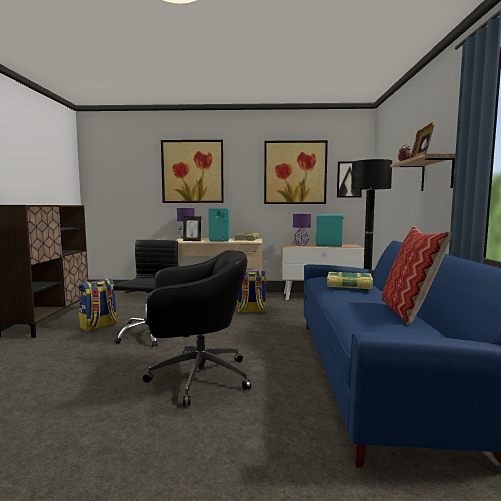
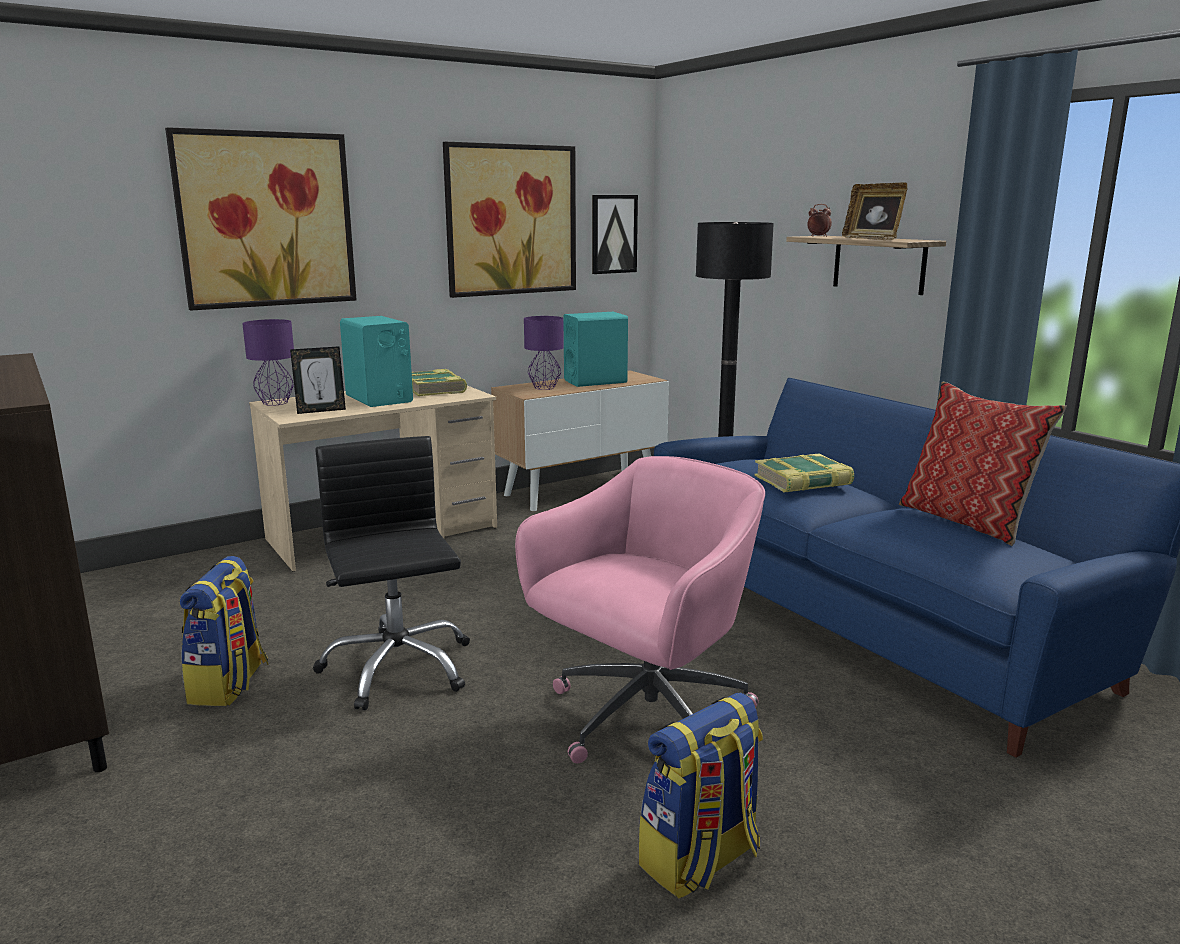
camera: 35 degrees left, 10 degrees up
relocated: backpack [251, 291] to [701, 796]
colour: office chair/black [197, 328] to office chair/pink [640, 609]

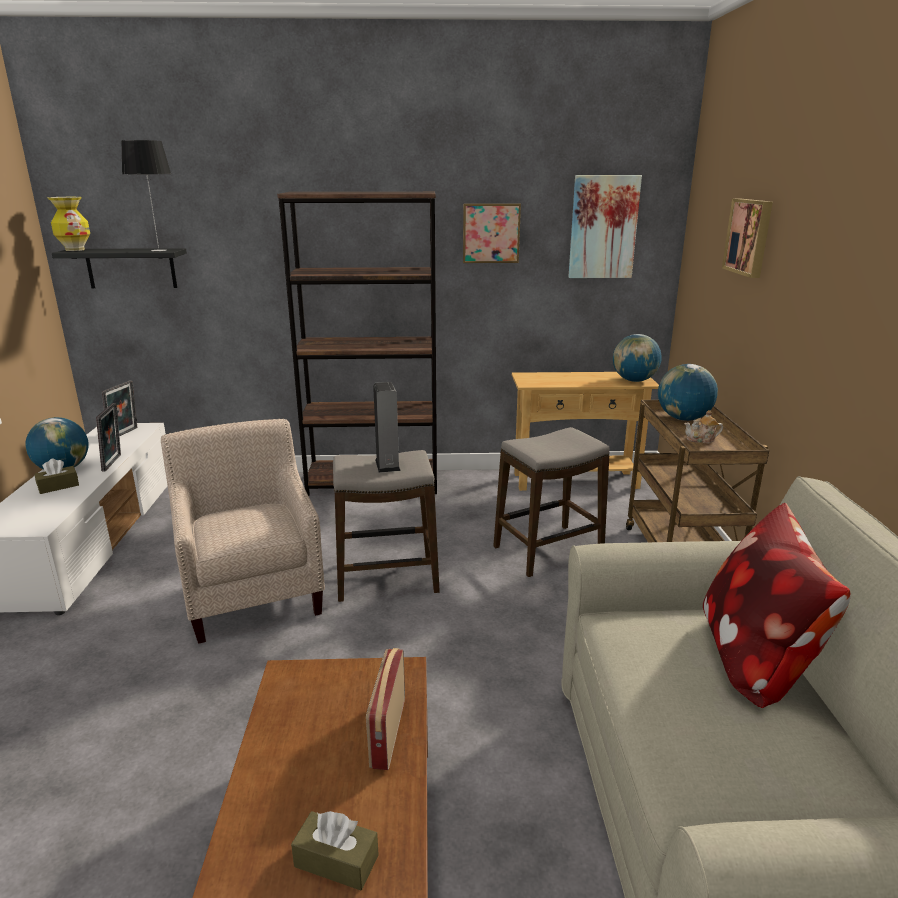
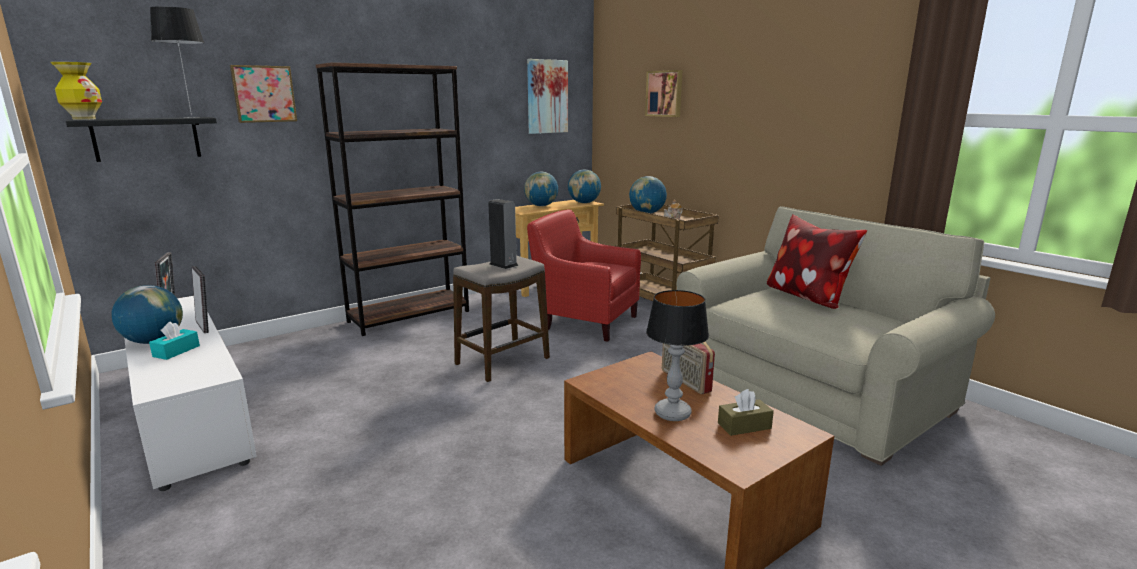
camera: 35 degrees left, 5 degrees down
missing: armchair/beige [243, 531]
appeared: globe [541, 189]; table lamp [677, 355]
relocated: picture [492, 233] to [263, 94]
exchanged: stool [551, 502] to armchair/red [584, 275]
colour: tissue box/brown [56, 476] to tissue box/turquoise [174, 340]

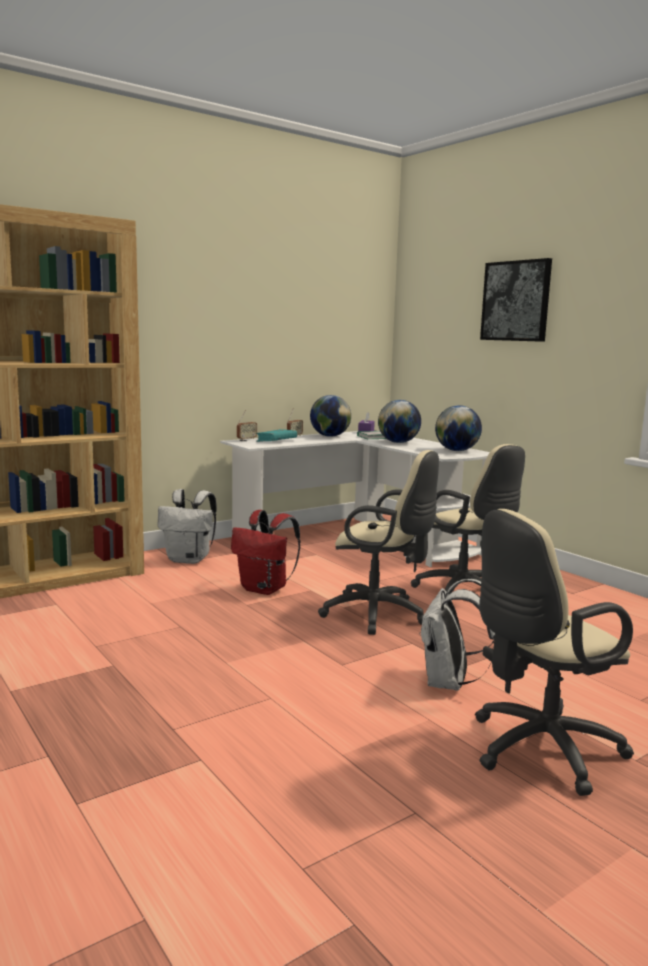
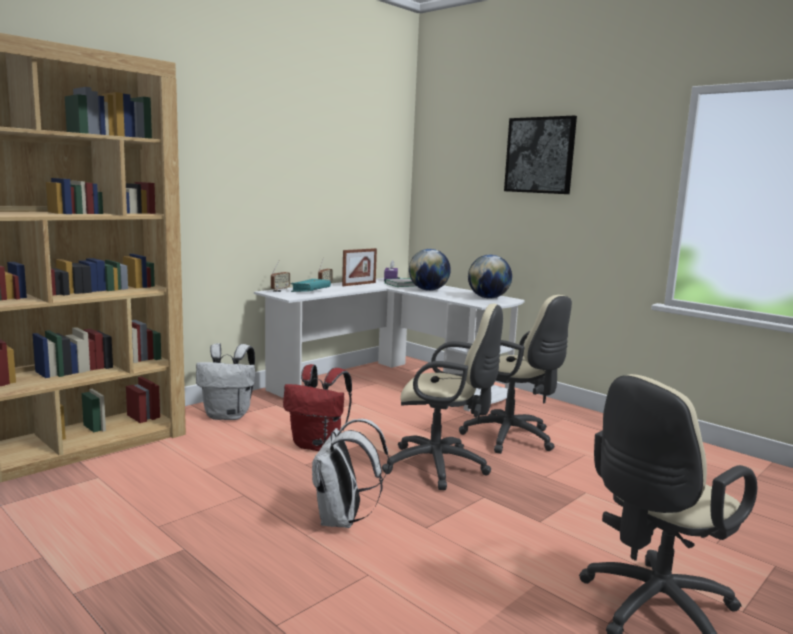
camera: 10 degrees left, 0 degrees up
relocated: backpack/white [457, 635] to [351, 473]
exchanged: globe [330, 416] to picture frame [359, 267]

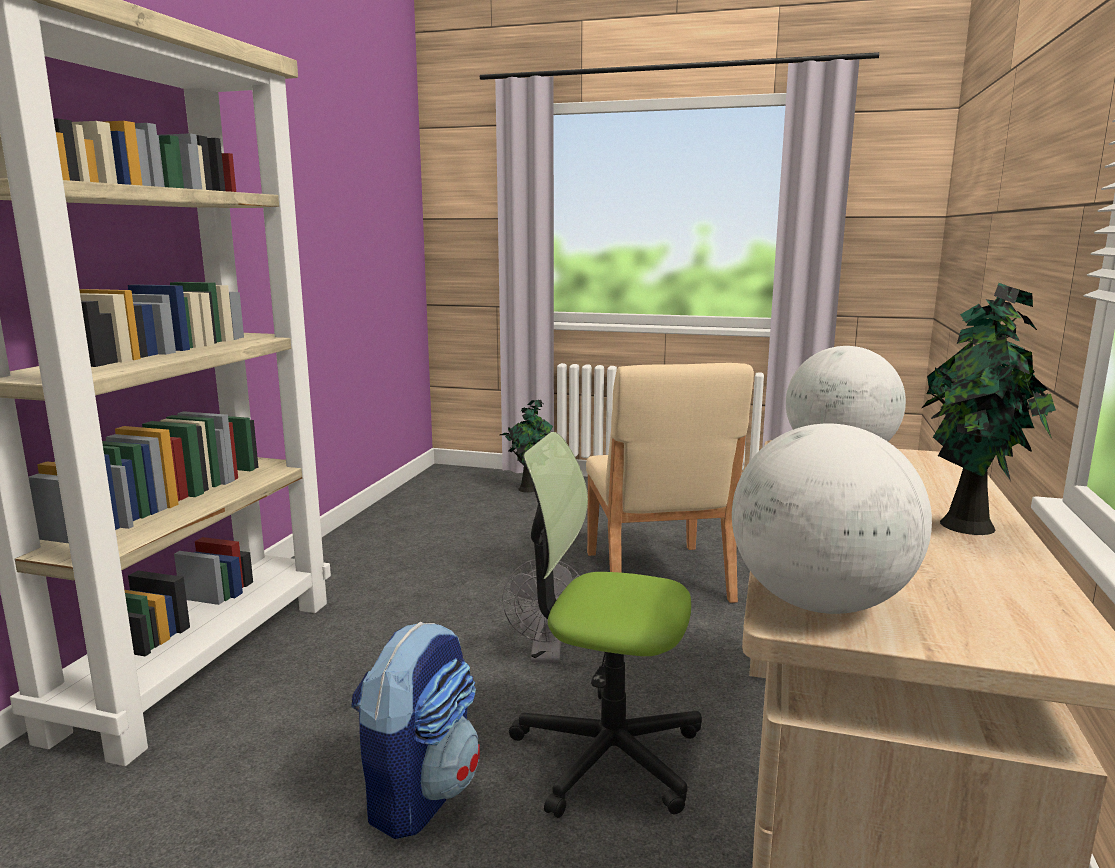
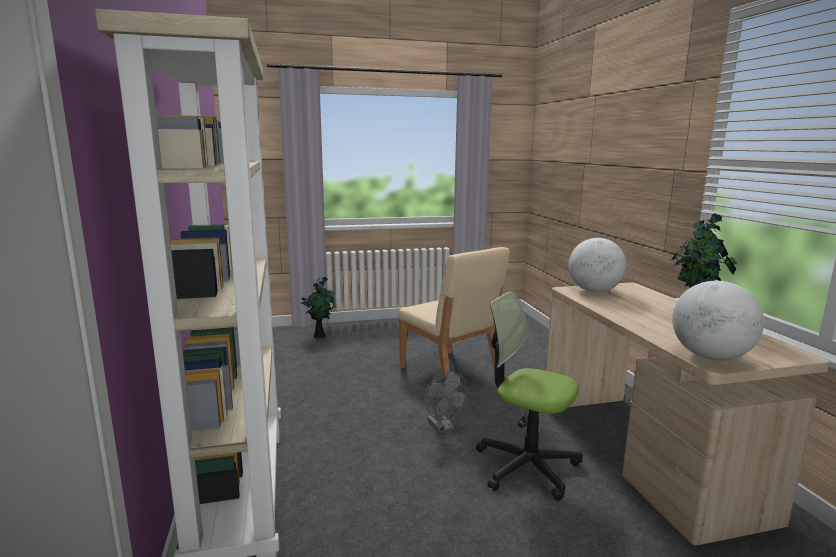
camera: 30 degrees left, 0 degrees up
missing: backpack [415, 730]
spun: office chair [605, 625] = [529, 396] 45 degrees clockwise

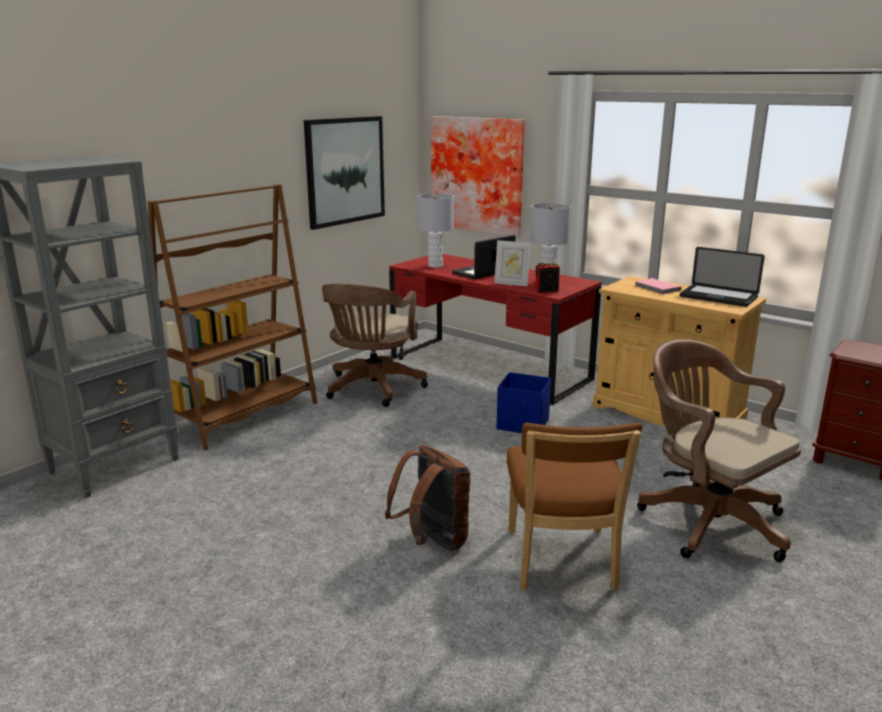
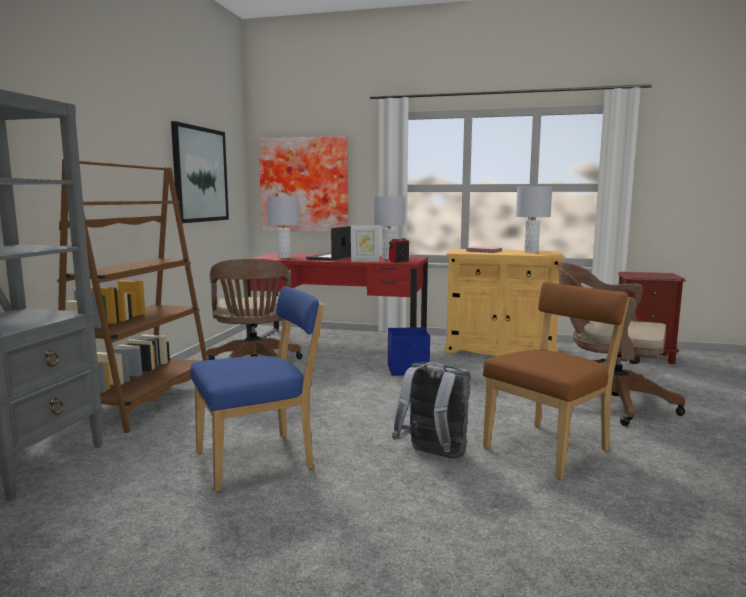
camera: 25 degrees left, 10 degrees down
appeared: chair/blue [257, 389]
exchanged: laptop [722, 277] to table lamp/grey [534, 219]
colour: backpack/brown [428, 498] to backpack/grey [431, 410]
spun: chair/brown [574, 506] = [556, 381] 105 degrees counterclockwise

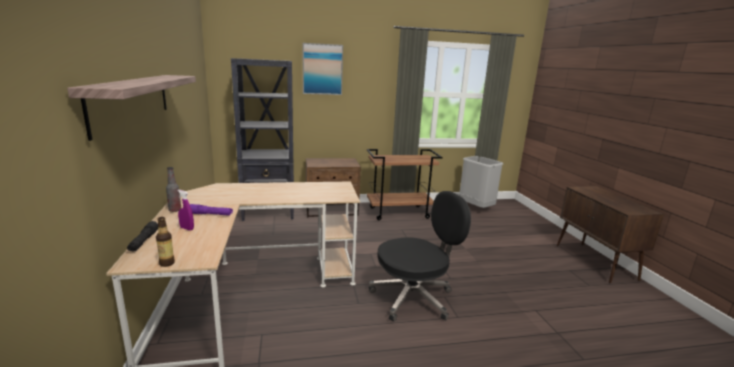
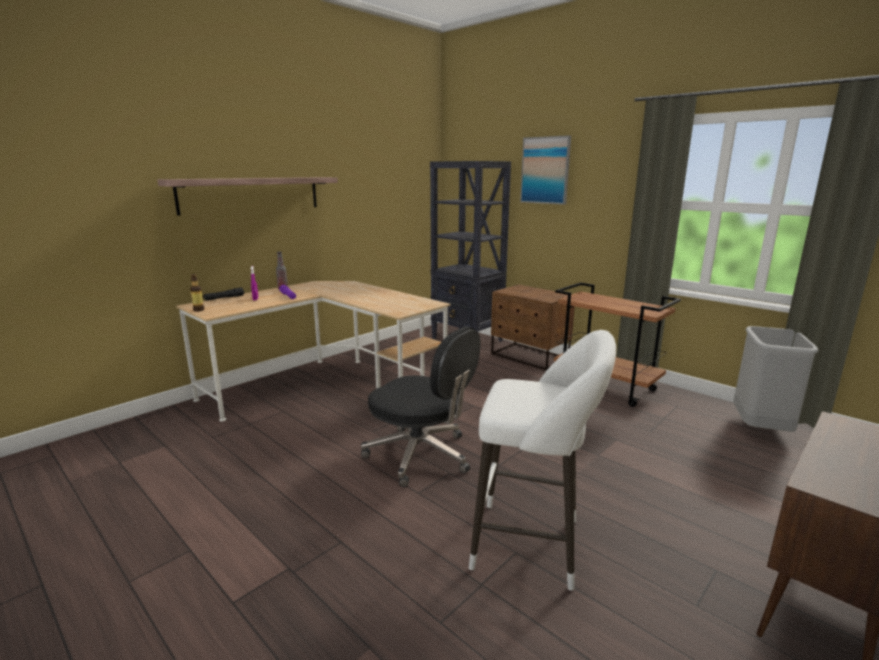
camera: 55 degrees right, 0 degrees up
appeared: stool/white [542, 460]

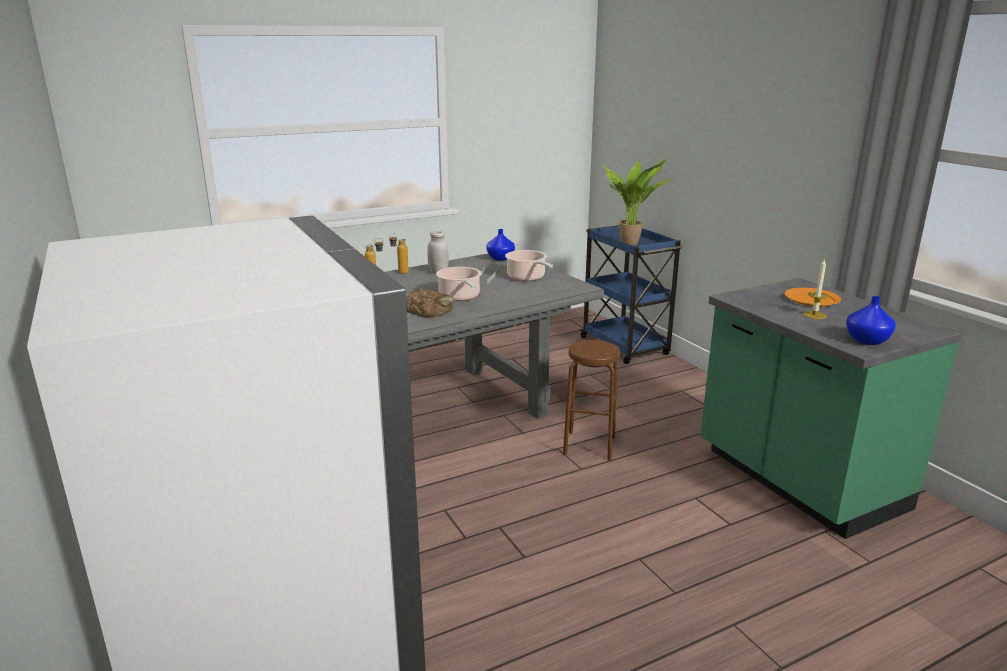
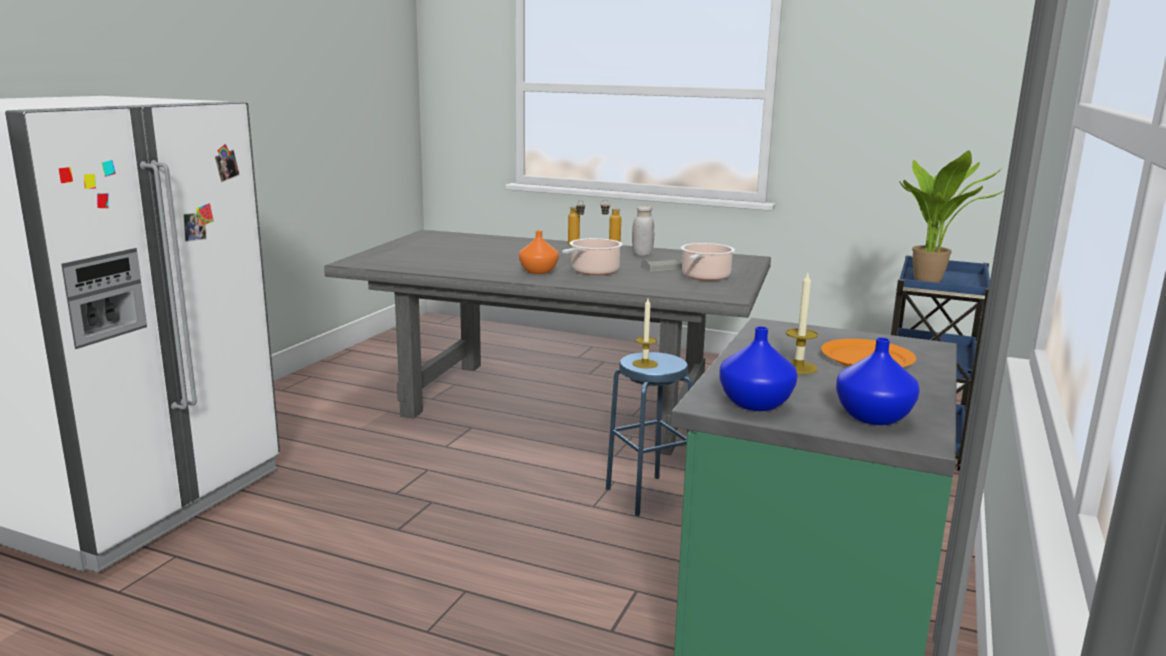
camera: 50 degrees right, 5 degrees down
appeared: candle [645, 333]
relocated: vase/blue [500, 245] to [878, 381]
exchanged: bread [430, 303] to vase/orange [539, 252]
colour: stool/brown [591, 400] to stool/blue [649, 434]

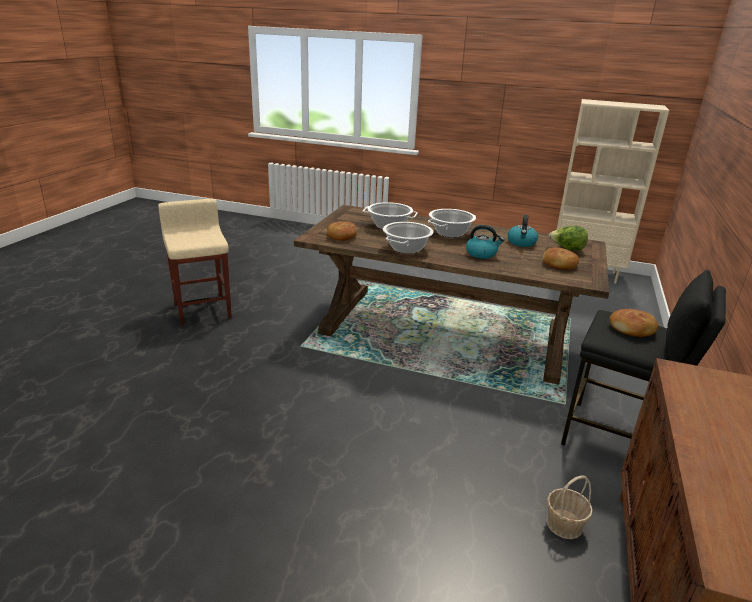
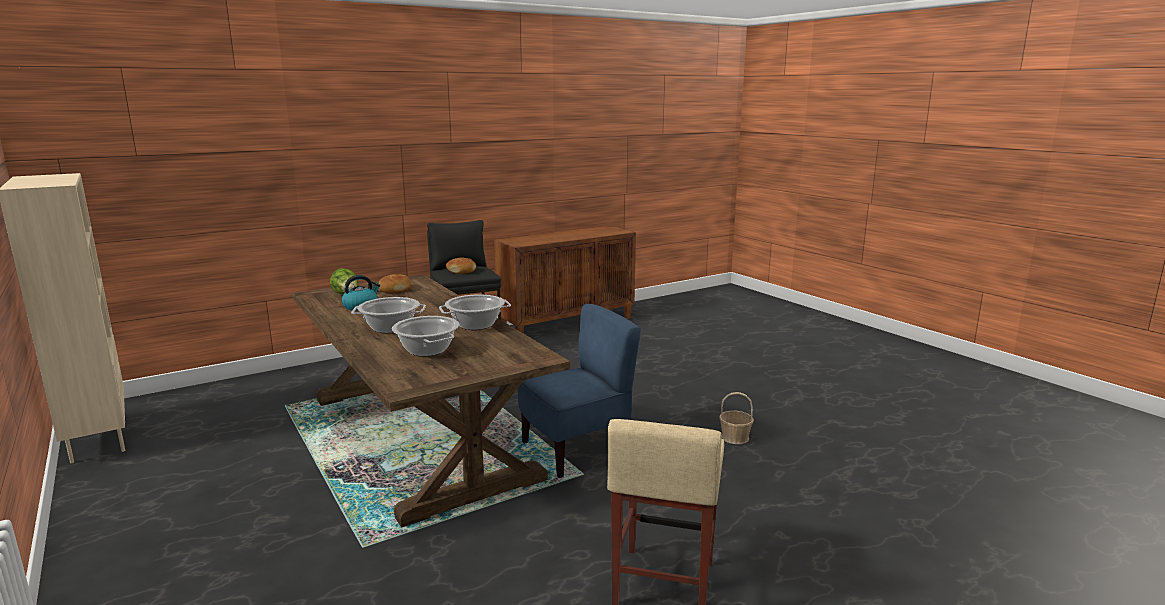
camera: 140 degrees left, 10 degrees down
missing: bread [342, 231]; kettle [485, 242]
appeared: chair/blue [579, 391]
relocated: basket [569, 507] to [736, 418]

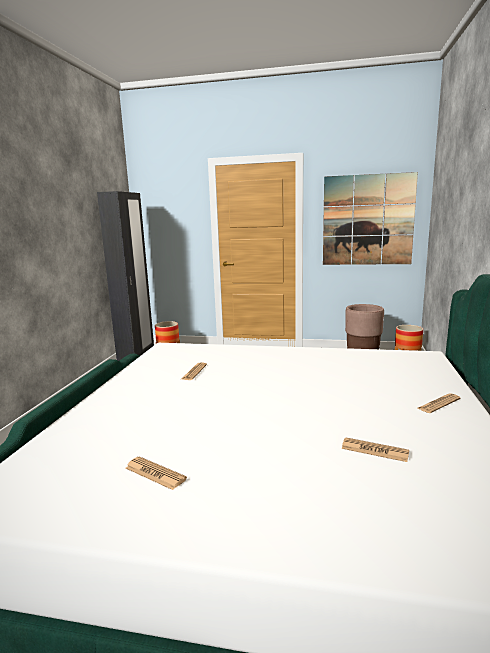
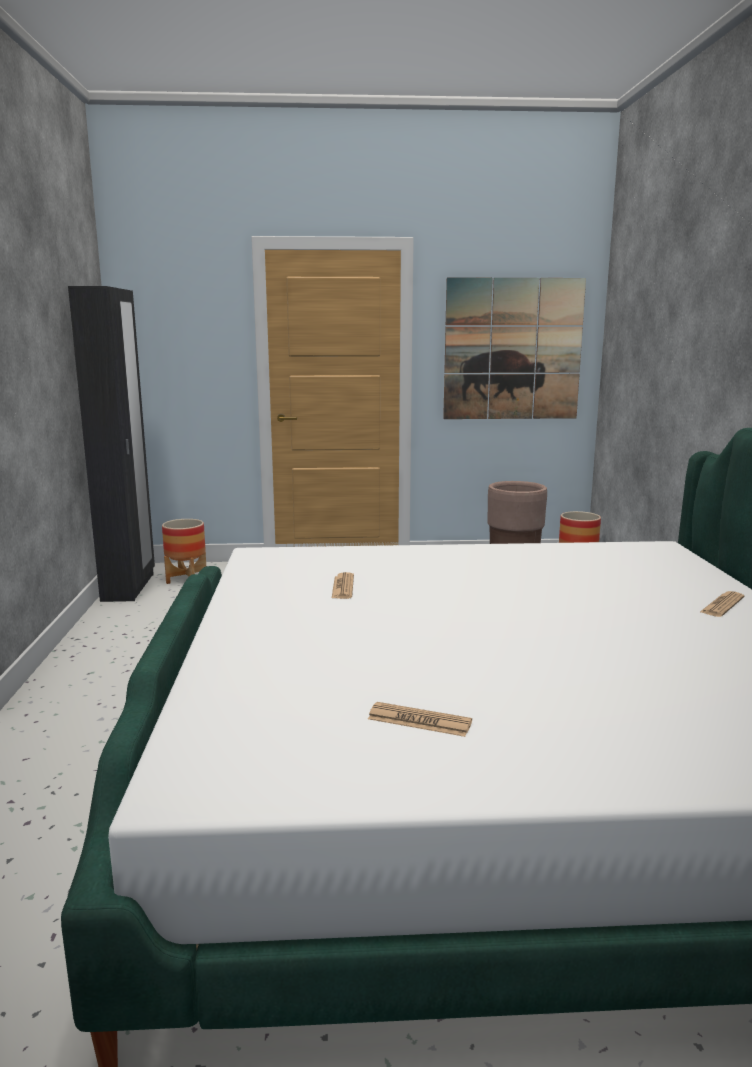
camera: 15 degrees left, 0 degrees up
missing: newspaper [375, 449]

